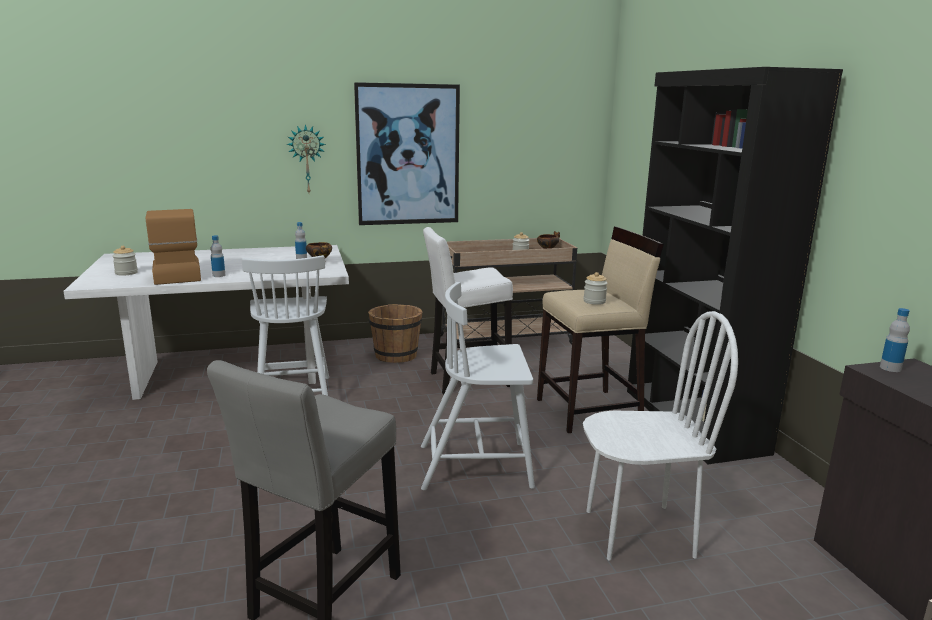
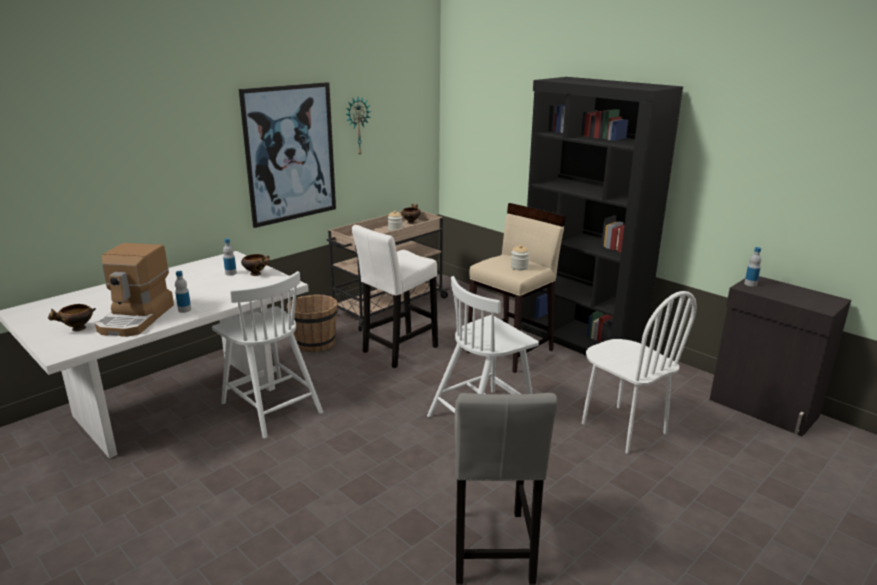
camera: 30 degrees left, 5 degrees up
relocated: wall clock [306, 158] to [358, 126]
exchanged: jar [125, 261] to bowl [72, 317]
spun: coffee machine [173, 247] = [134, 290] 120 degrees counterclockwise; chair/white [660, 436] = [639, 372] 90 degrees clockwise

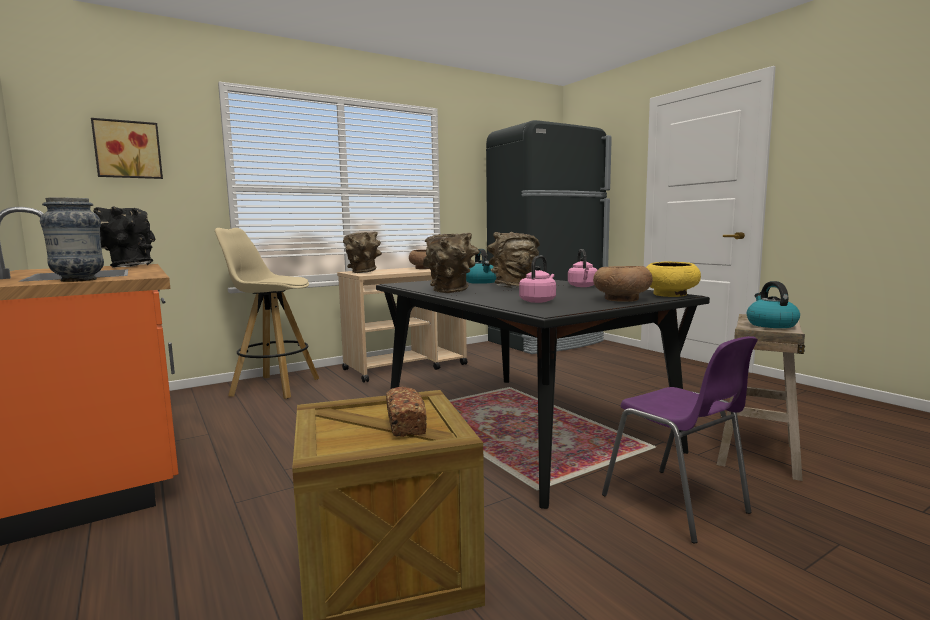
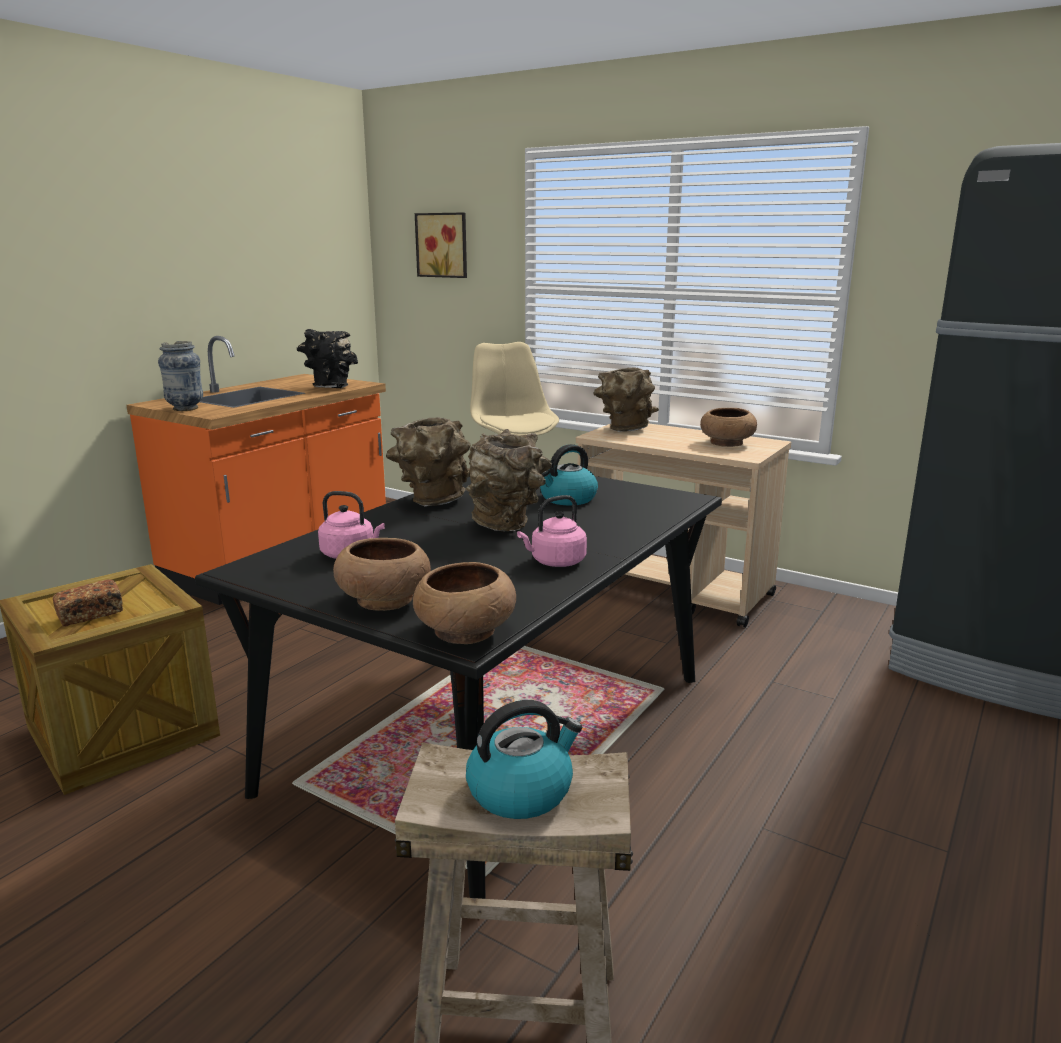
camera: 65 degrees right, 10 degrees up
missing: chair/purple [680, 439]
colour: bowl/yellow [673, 279] to bowl/brown [464, 603]

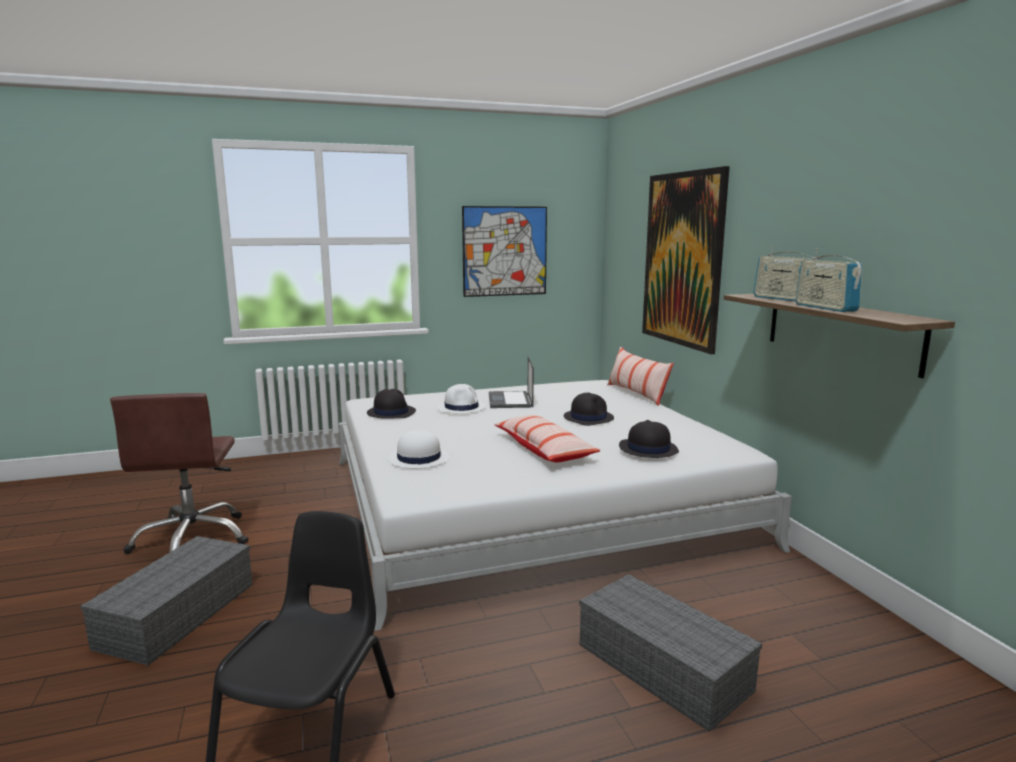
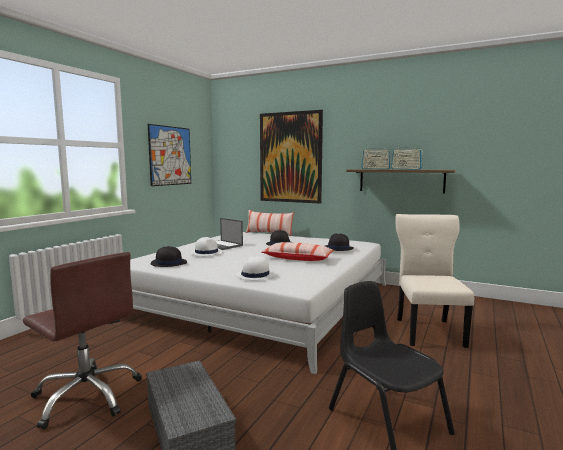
camera: 45 degrees left, 5 degrees down
exchanged: storage box/grey [670, 653] to chair/beige [435, 281]

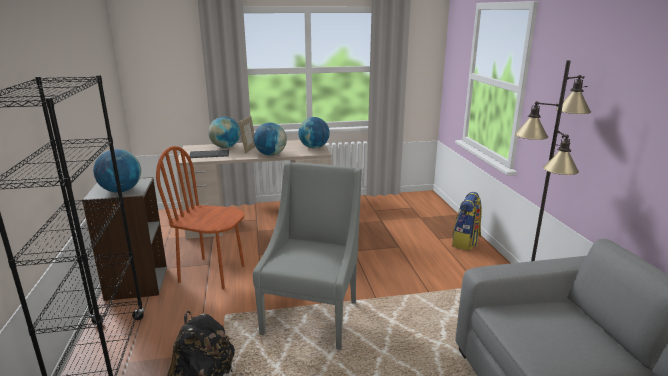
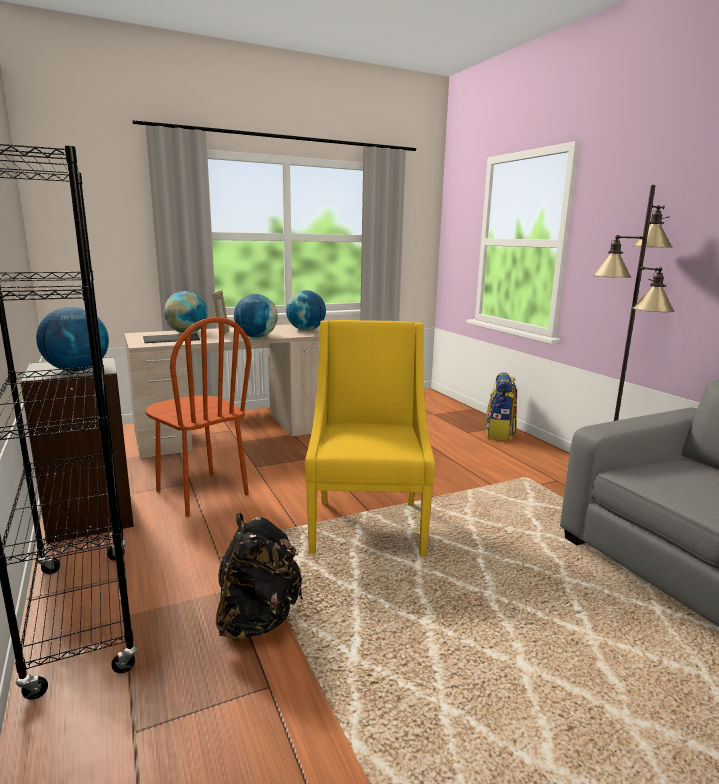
camera: 15 degrees left, 5 degrees down
colour: armchair/grey [307, 256] to armchair/yellow [370, 438]
spun: chair/brown [200, 217] = [199, 417] 135 degrees counterclockwise

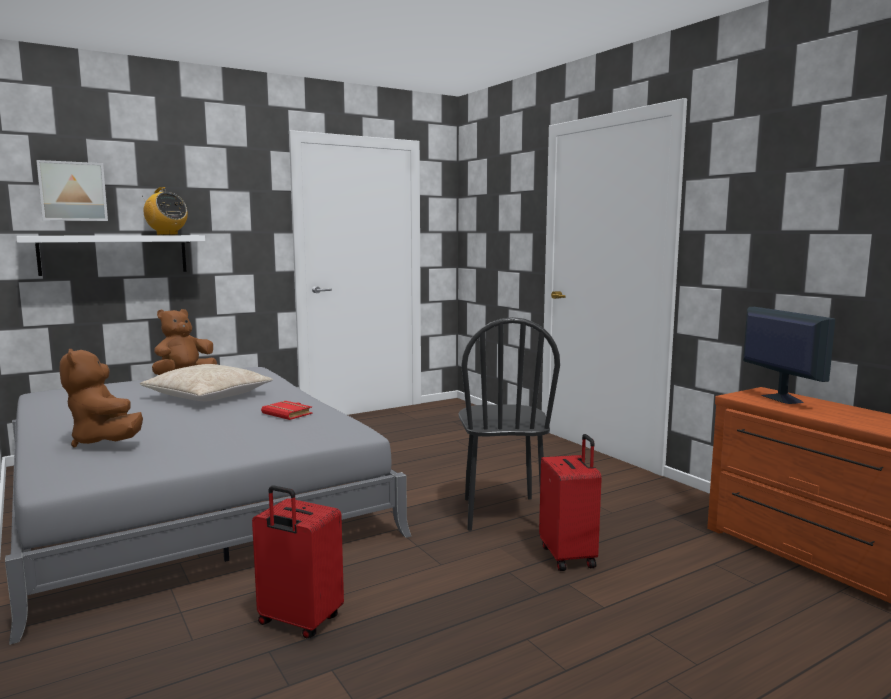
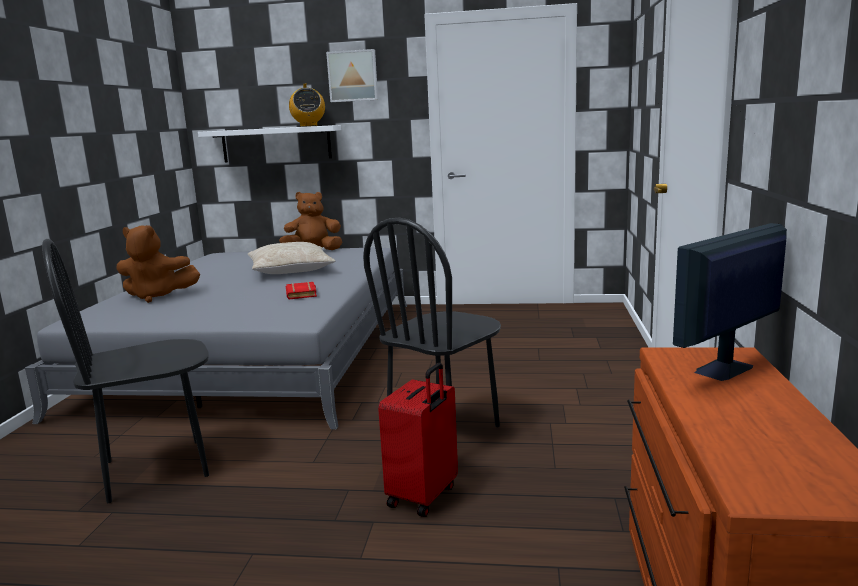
camera: 40 degrees right, 5 degrees up
relocated: picture [72, 190] to [352, 75]
exchanged: suitcase/red [298, 562] to chair/black [125, 371]
spun: plush toy/brown [101, 398] = [158, 264] 90 degrees counterclockwise; monitor [789, 355] = [730, 302] 150 degrees counterclockwise

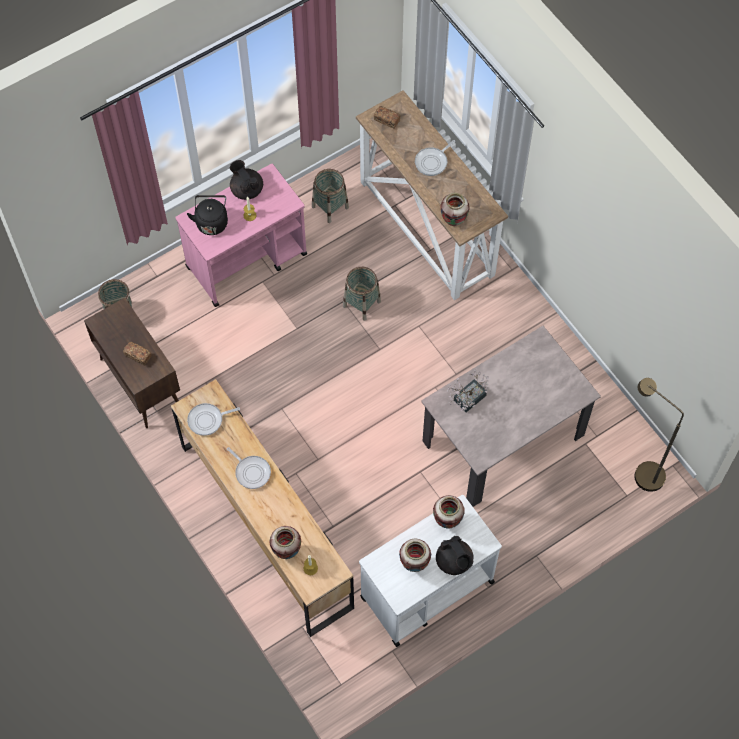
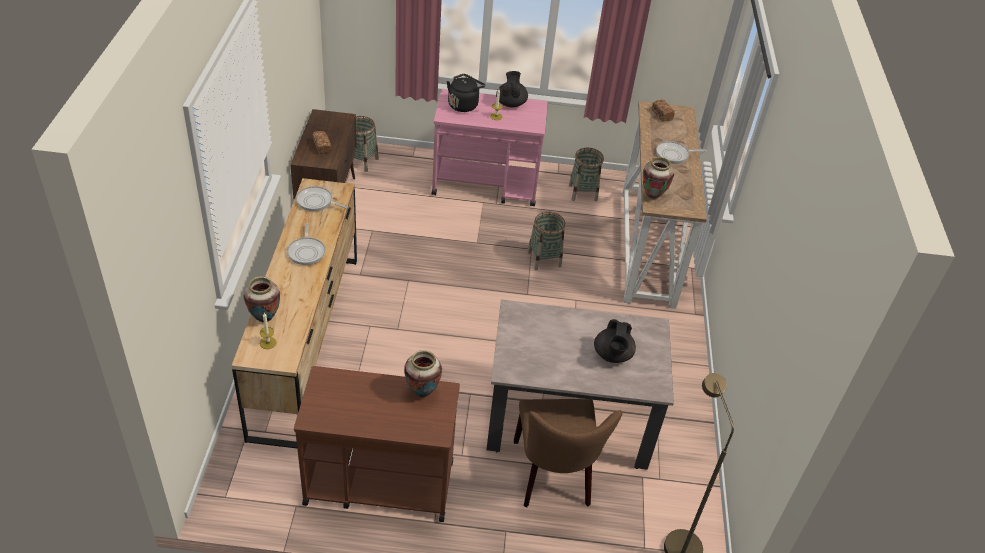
camera: 35 degrees right, 20 degrees down
missing: vase [415, 555]; potted plant [468, 391]
appeared: chair/brown [568, 453]
relocated: teapot/black [454, 555] to [615, 341]
colour: cart/white [430, 571] to cart/brown [377, 444]

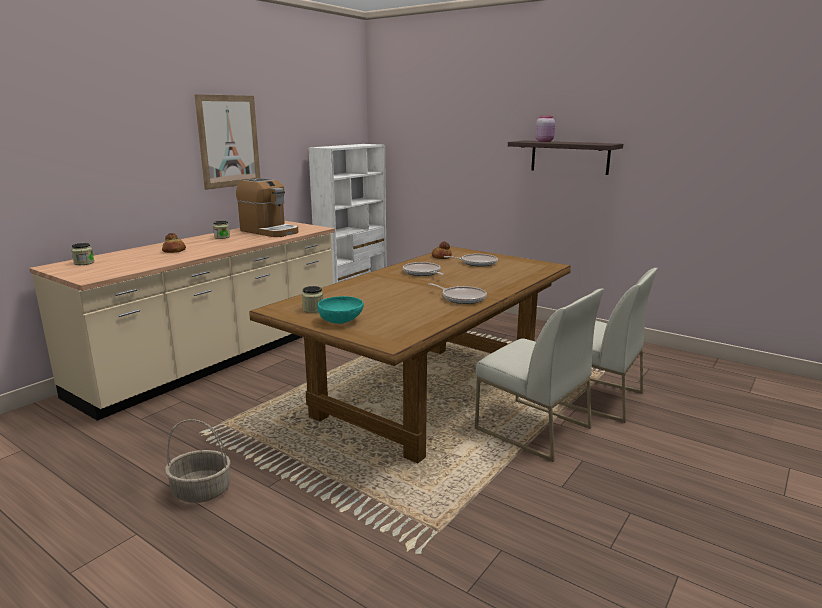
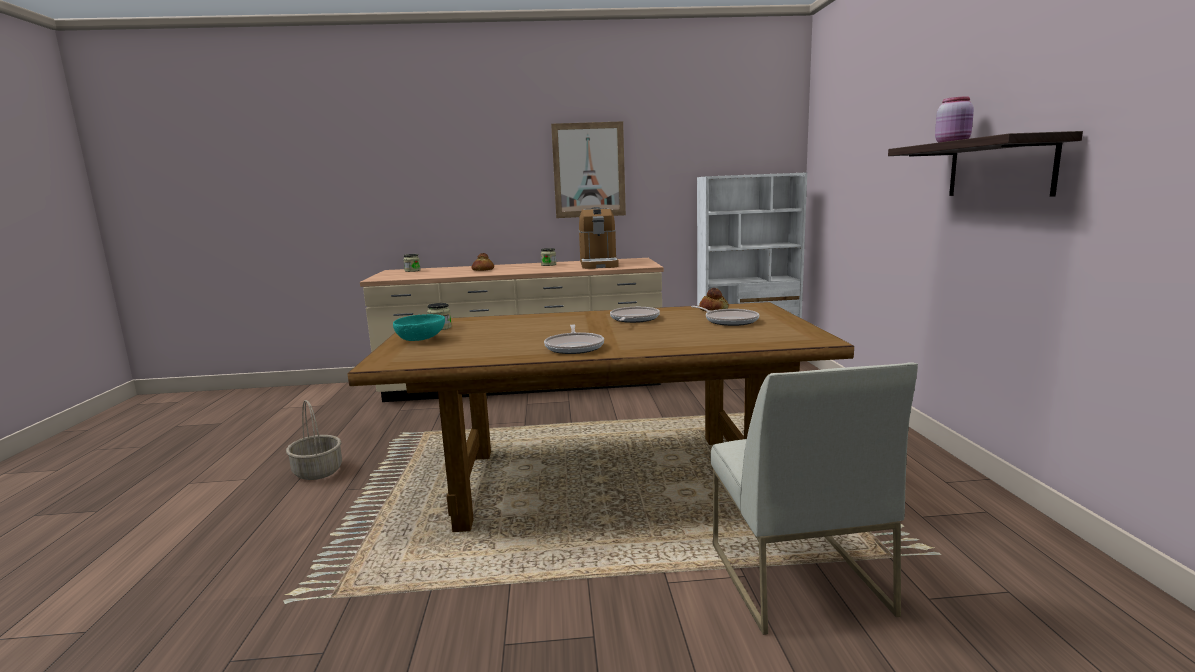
camera: 50 degrees right, 5 degrees down
missing: chair/white [539, 375]

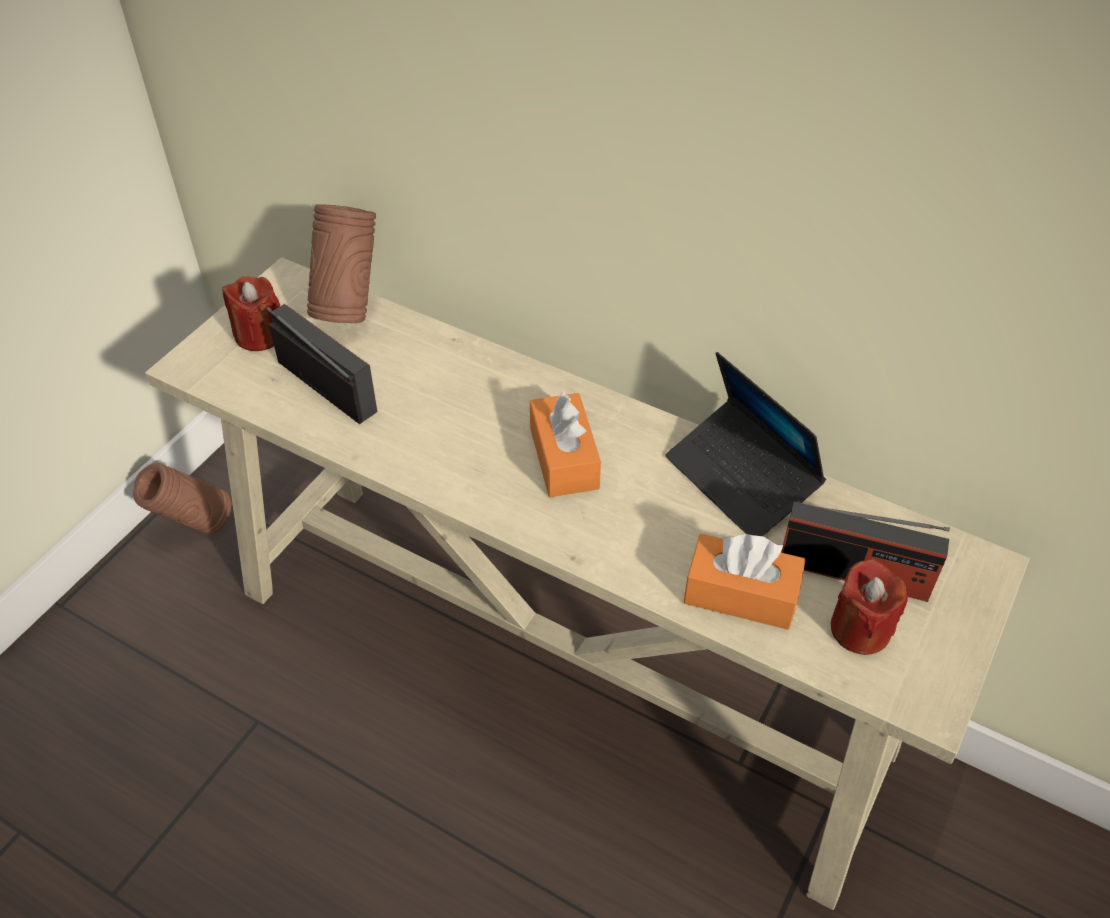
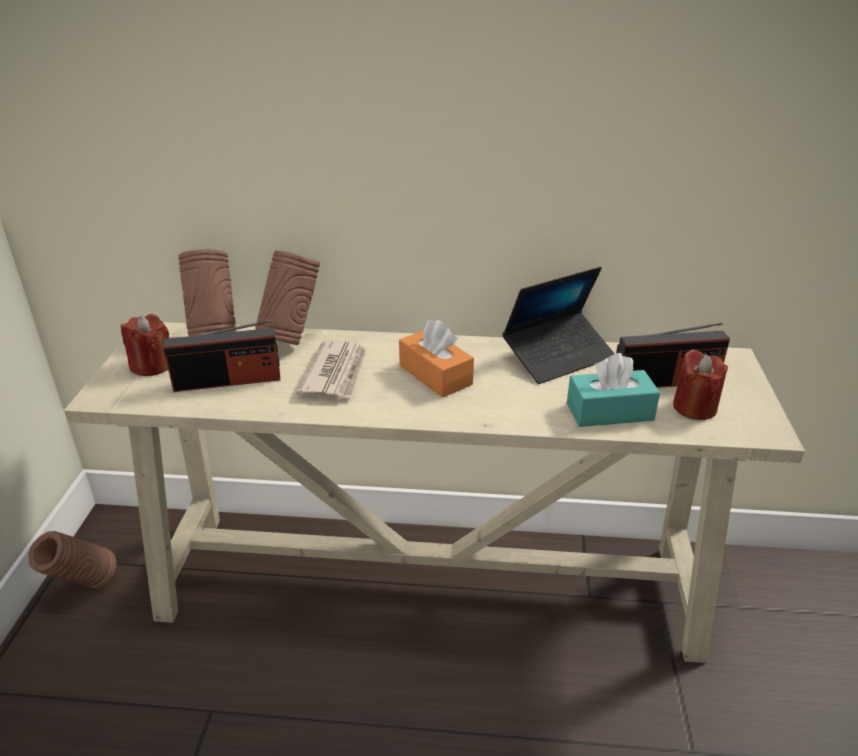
camera: 25 degrees left, 15 degrees down
appeared: vase/brown [287, 297]; newspaper [331, 369]
colour: tissue box/orange [744, 582] to tissue box/turquoise [613, 390]
spun: radio [322, 364] = [221, 356] 150 degrees clockwise; laptop [745, 444] = [558, 325] 60 degrees counterclockwise

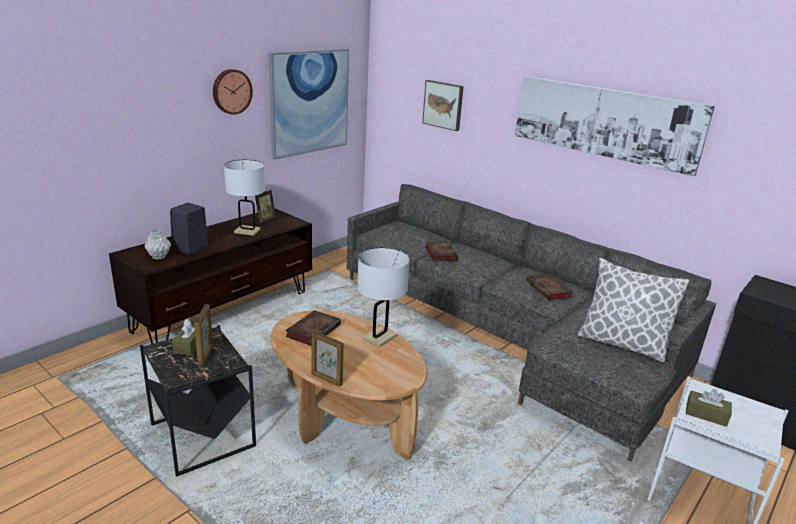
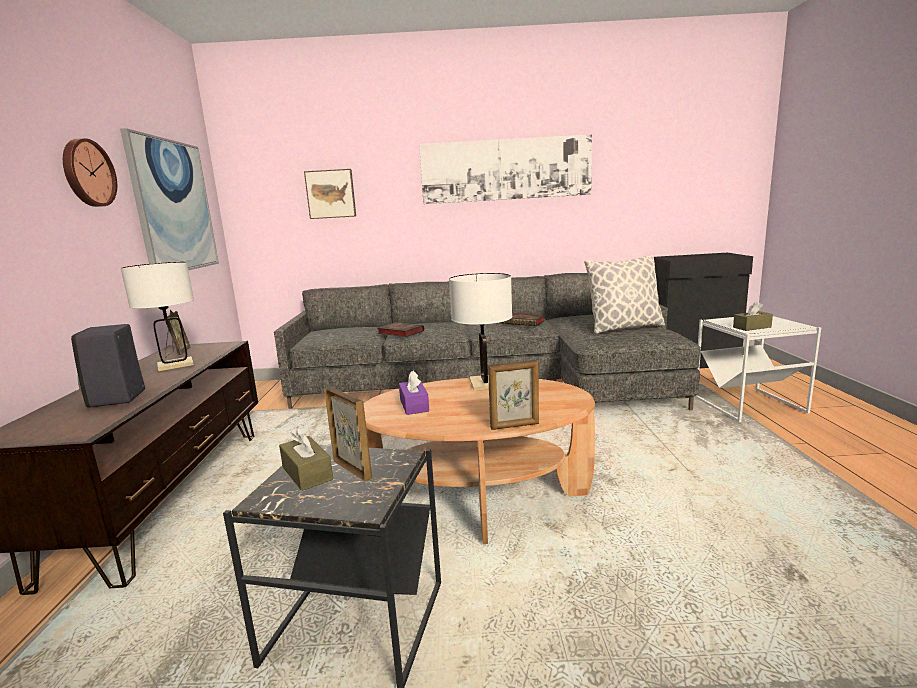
camera: 40 degrees left, 10 degrees down
missing: vase/grey [157, 244]
exchanged: book [313, 328] to tissue box/purple [414, 393]

